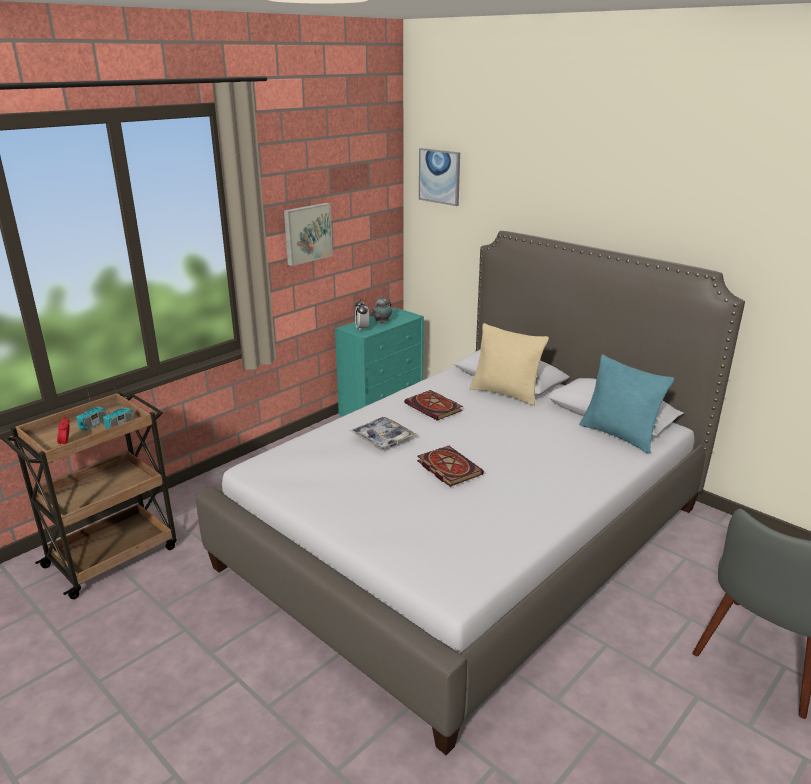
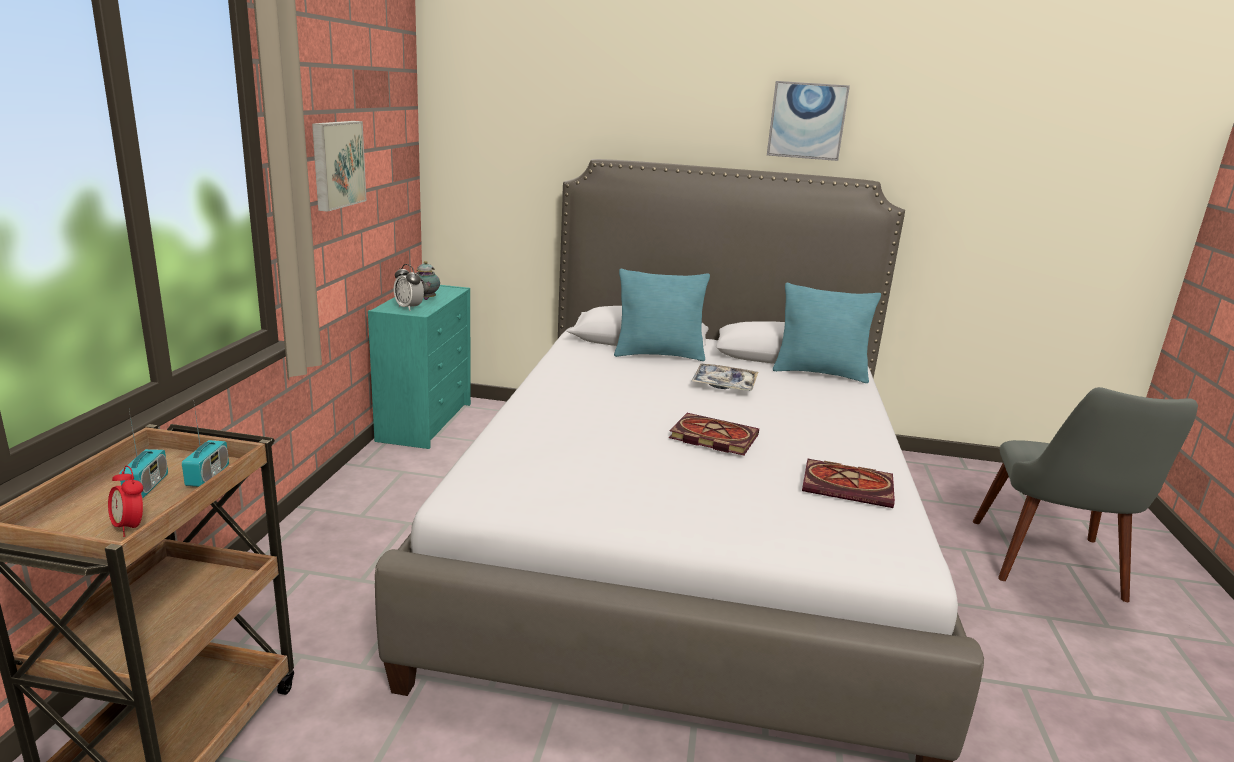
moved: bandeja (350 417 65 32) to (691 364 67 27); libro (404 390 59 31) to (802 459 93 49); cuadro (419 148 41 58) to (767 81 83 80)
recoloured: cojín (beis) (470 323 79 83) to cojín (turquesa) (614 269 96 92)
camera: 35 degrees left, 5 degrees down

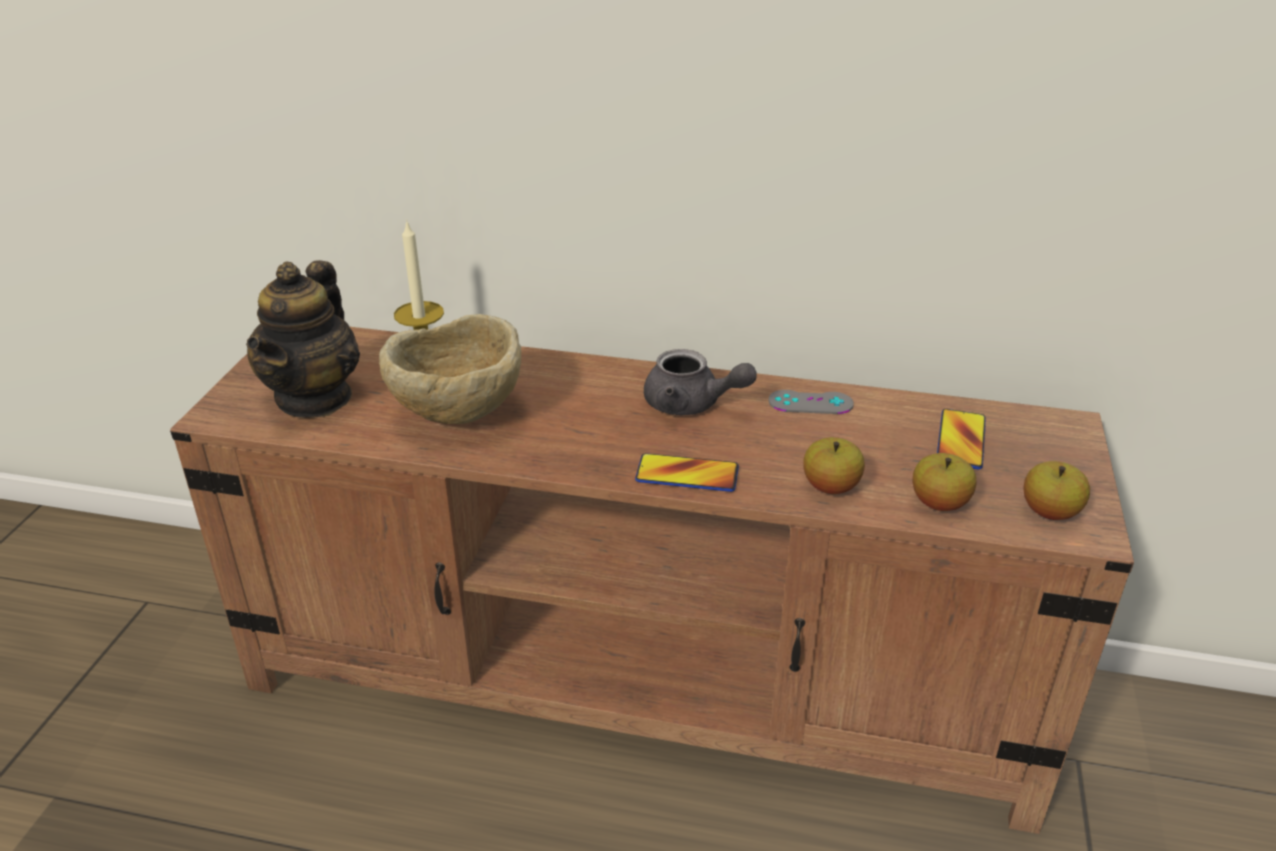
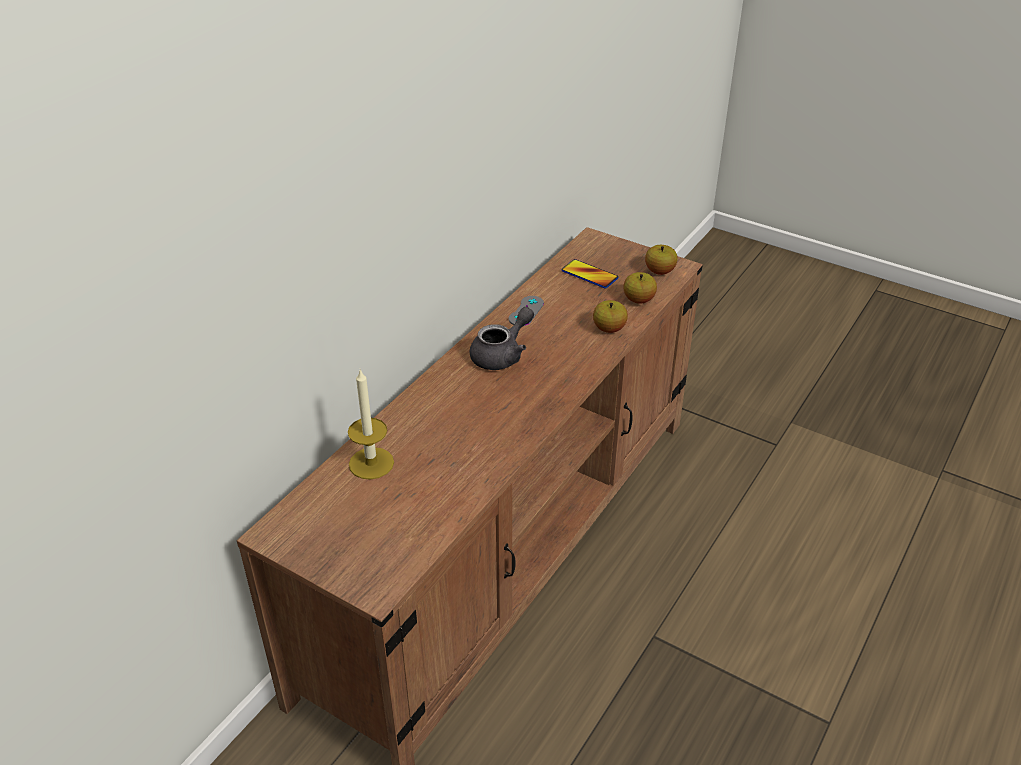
removed: tetera (246 260 114 158); cuenco (beis) (379 314 142 110); móvil (635 453 104 39)
camera: 70 degrees left, 5 degrees up

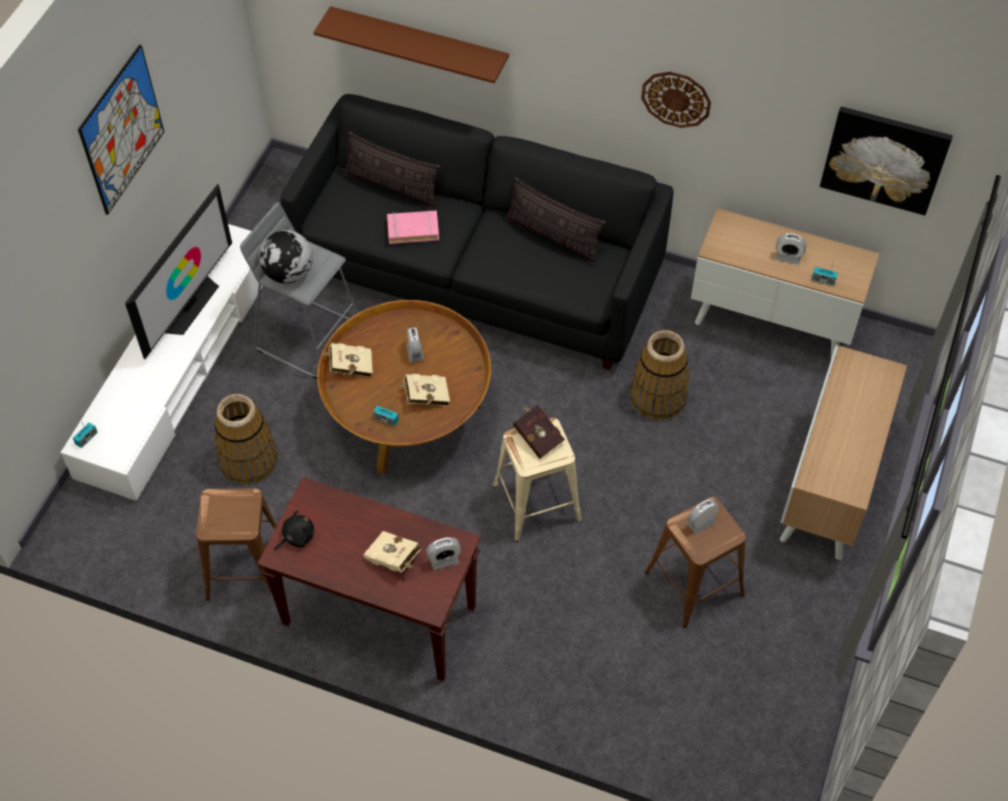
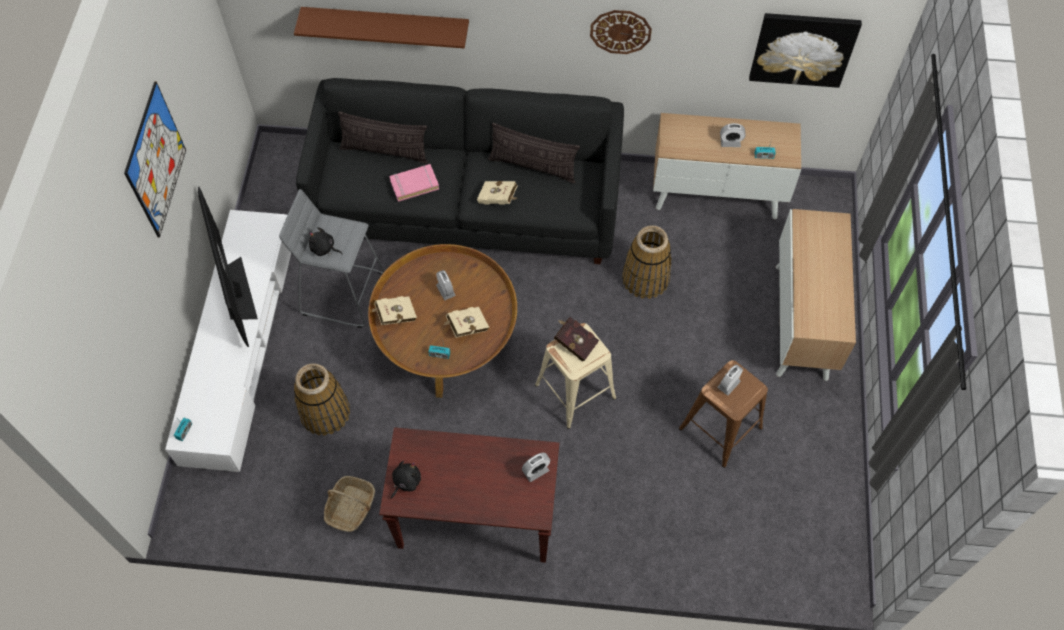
moved: libro (beis) (363 531 58 42) to (477 181 41 24)
replaced: taburete (marrón) (196 489 81 112) to cesta (324 476 51 56); globo terráqueo (259 230 54 53) to peluche (negro) (309 227 33 29)
turned: televisor (125 184 107 175) = (198 187 60 160) 150 degrees clockwise
camera: 15 degrees left, 5 degrees up

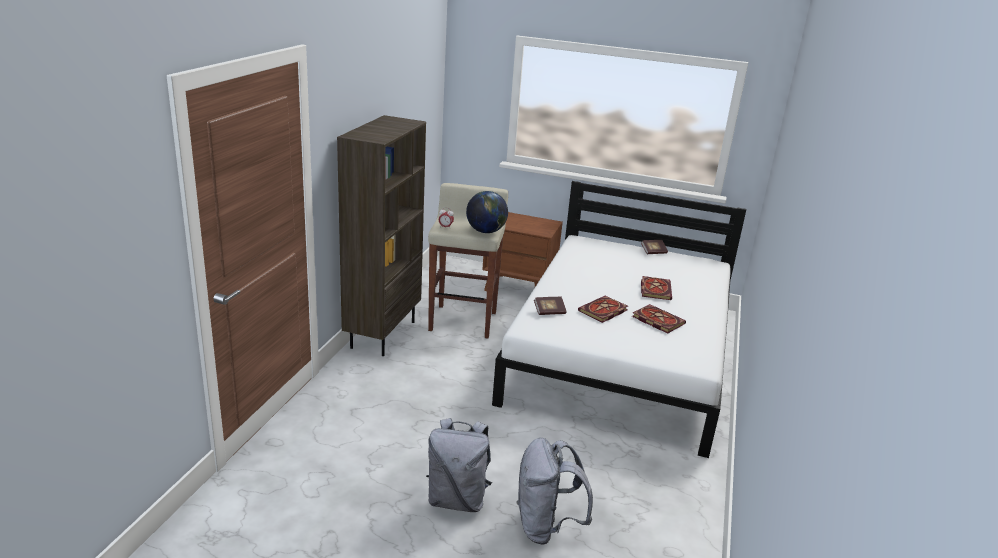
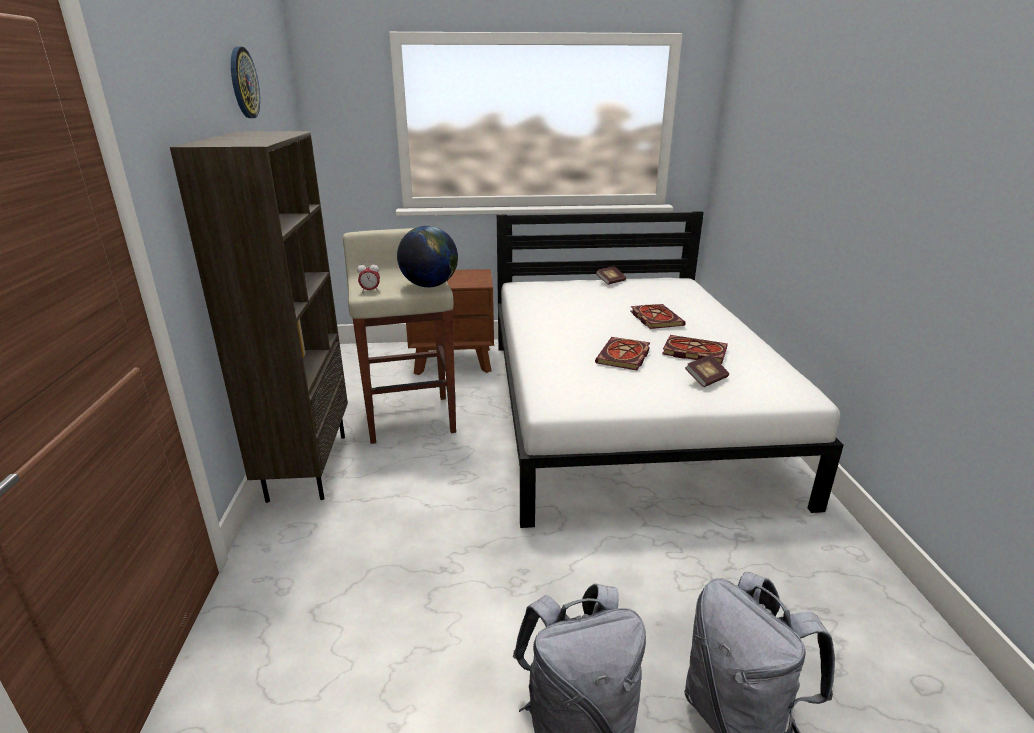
added: reloj de pared (231 47 29 71)
moved: libro (534 297 33 18) to (685 355 44 32)
camera: 20 degrees left, 0 degrees up

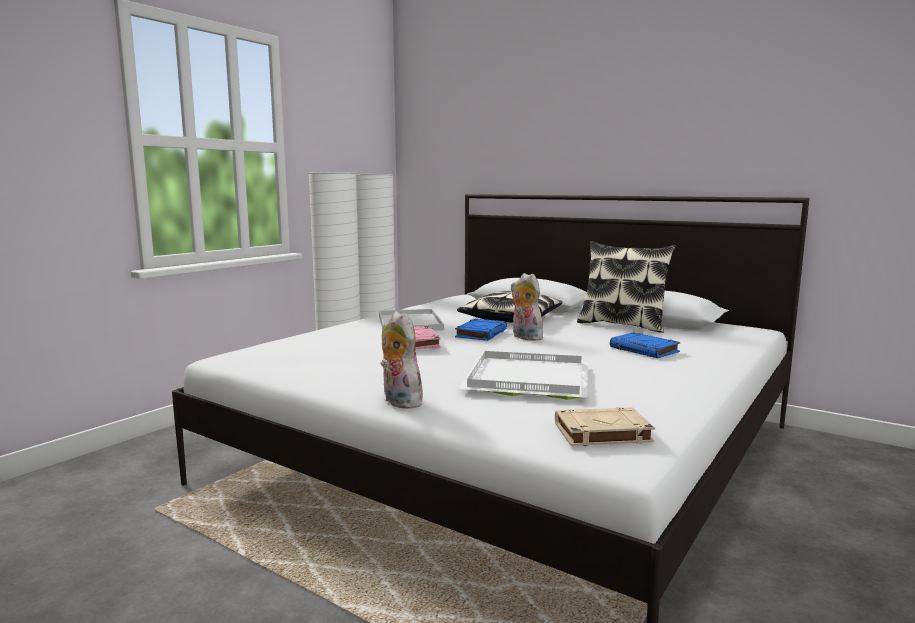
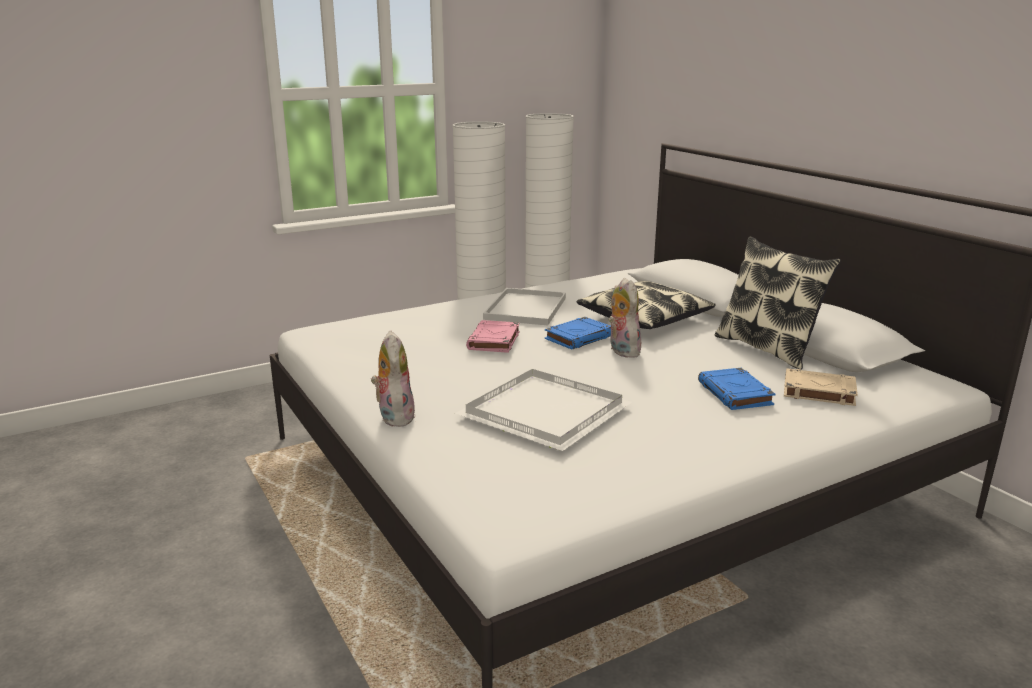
moved: libro (beis) (555 407 100 39) to (784 368 74 38)
camera: 25 degrees right, 10 degrees up

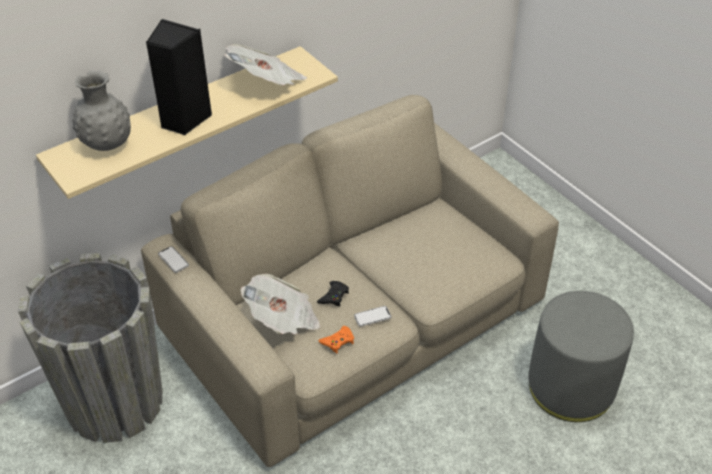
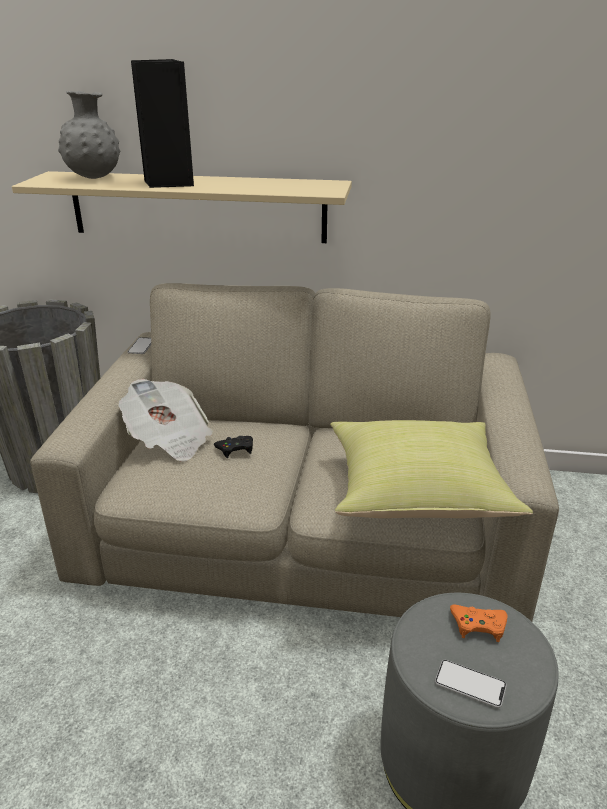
removed: periódico (224 44 83 42)
added: cojín (amarillo) (330 420 203 98)
moved: mando de consola (naranja) (318 326 36 27) to (450 605 58 37); móvil (354 306 38 21) to (435 660 72 48)
camera: 45 degrees right, 15 degrees down

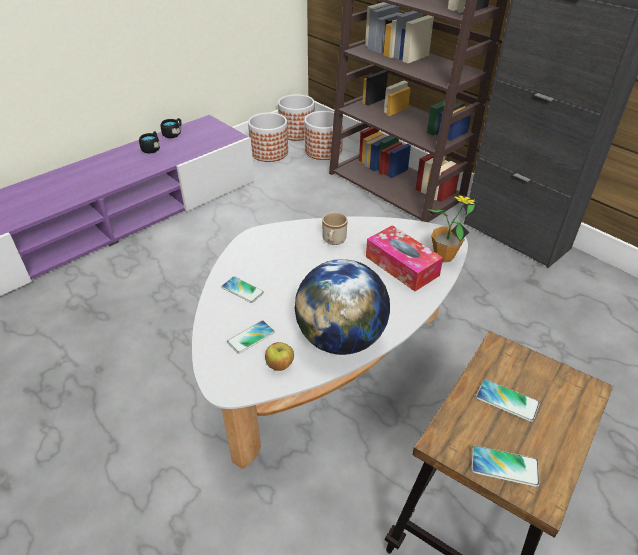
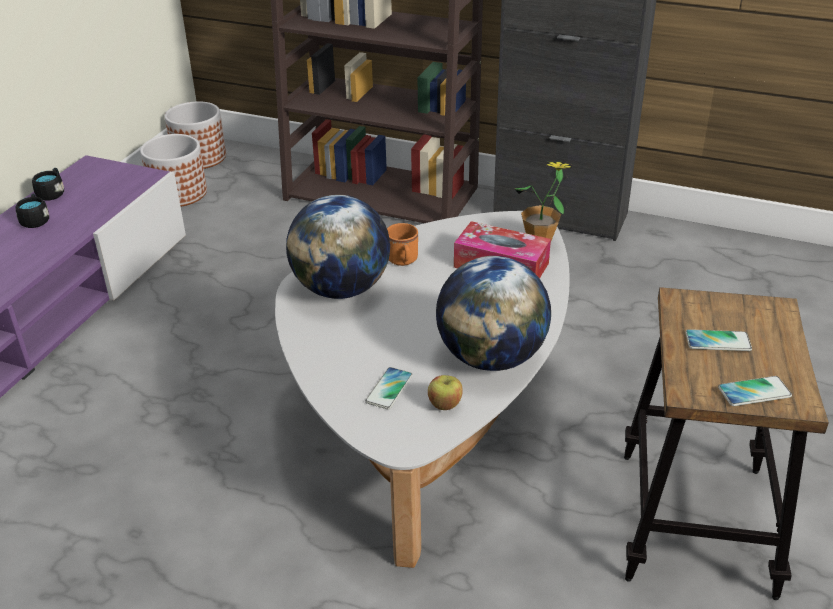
removed: móvil (222 276 42 27); maceta (304 111 39 49)
added: globo terráqueo (286 195 104 104)
recoloured: taza grande (beis) (322 212 26 33) to taza grande (naranja) (387 223 31 43)
camera: 25 degrees left, 5 degrees down

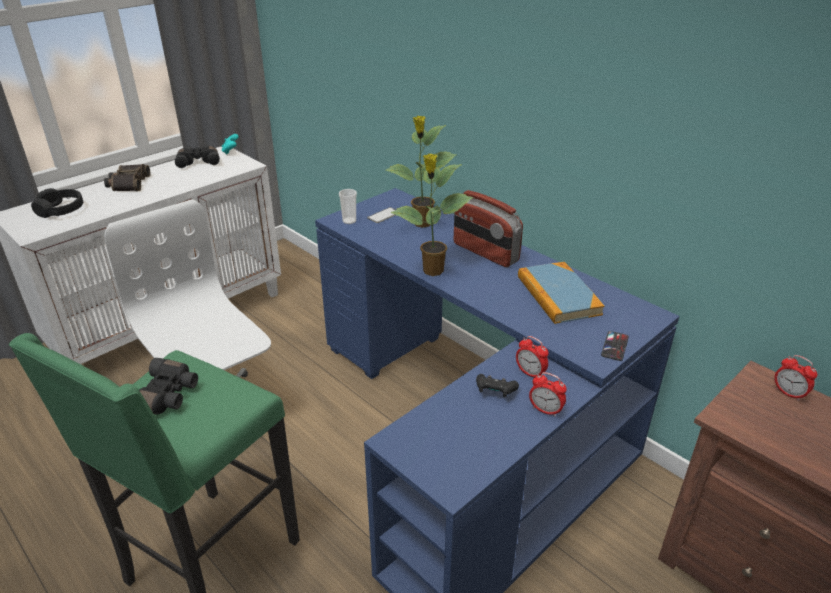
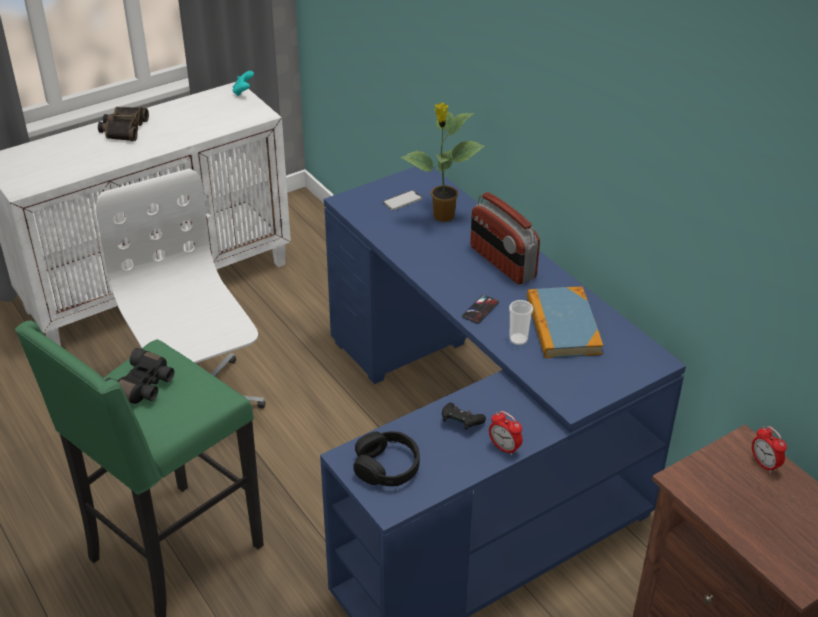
removed: prismáticos (negro) (175 145 45 23); planta en maceta (390 153 83 123); despertador (516 336 32 41)
moved: auriculares (negro) (31 188 52 30) to (353 431 67 55); taza (339 189 18 35) to (509 300 24 45); móvil (601 331 28 30) to (462 295 37 29)
camera: 10 degrees right, 5 degrees up

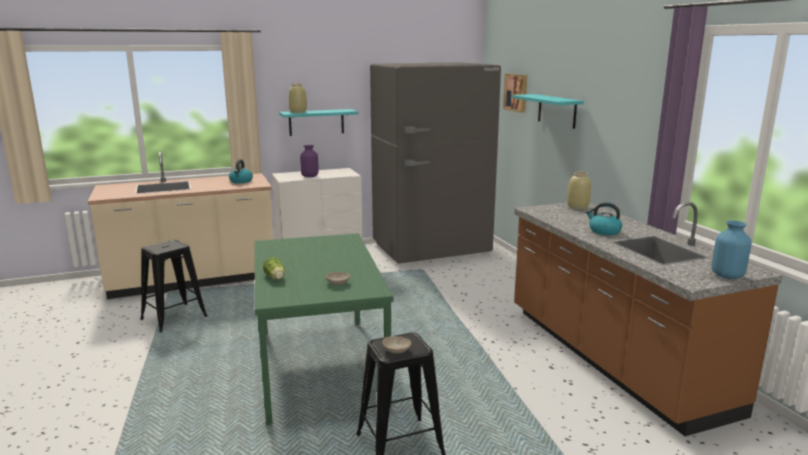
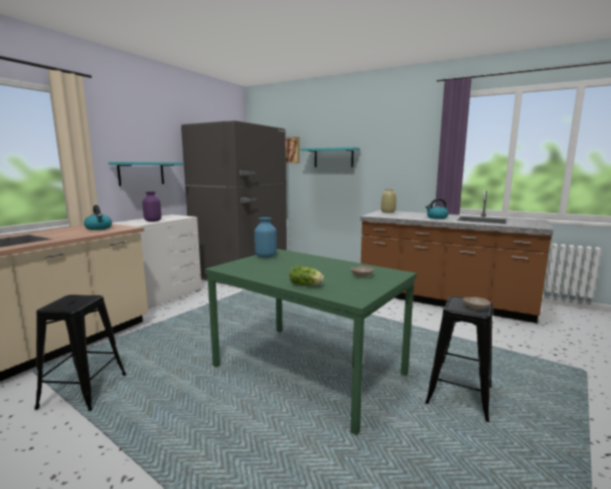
removed: florero (beis) (289 84 18 29)
moved: florero (azul) (712 220 40 59) to (254 217 23 41)
camera: 40 degrees left, 5 degrees down

